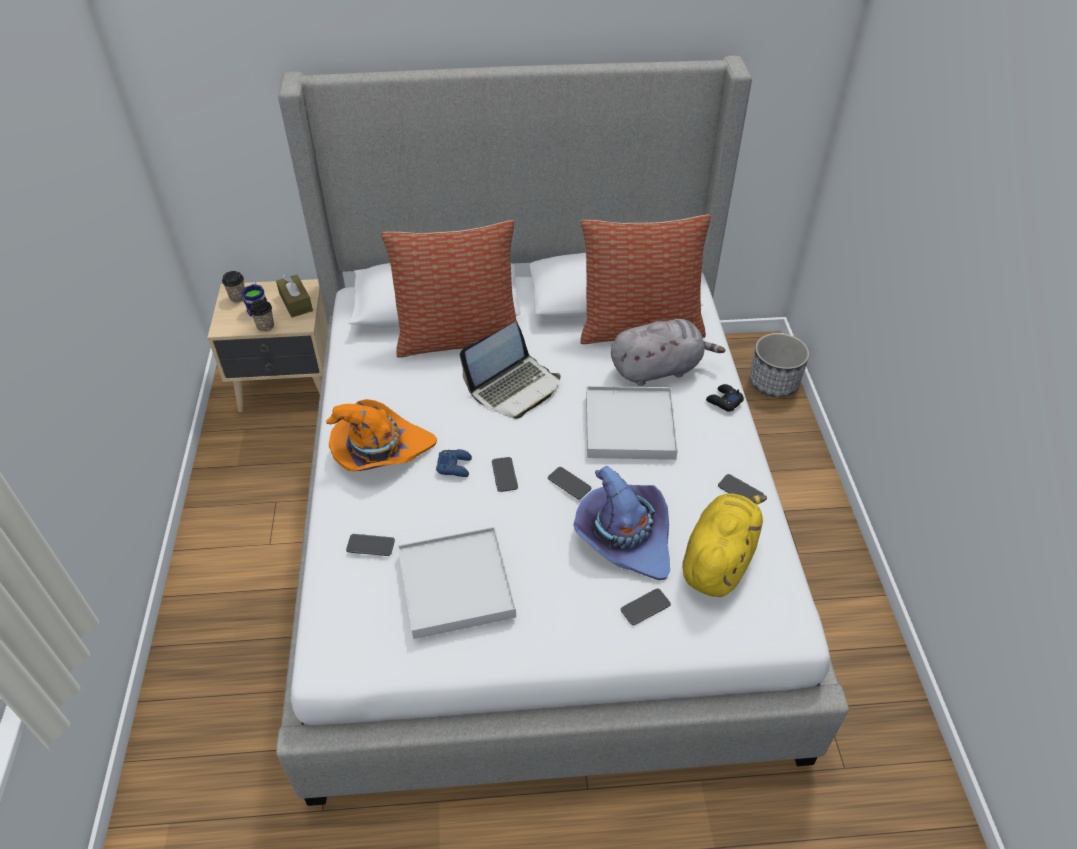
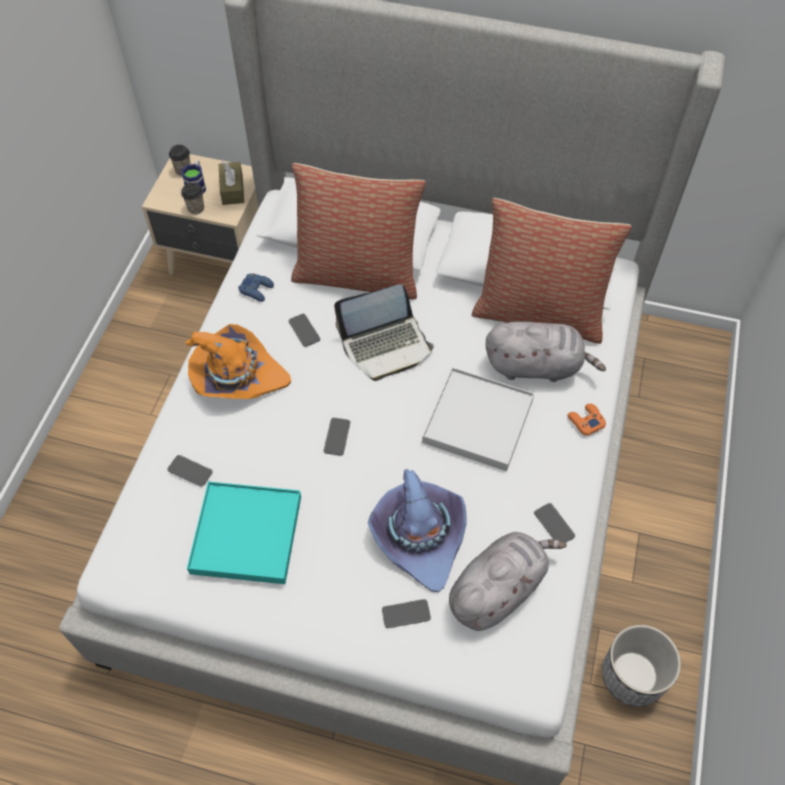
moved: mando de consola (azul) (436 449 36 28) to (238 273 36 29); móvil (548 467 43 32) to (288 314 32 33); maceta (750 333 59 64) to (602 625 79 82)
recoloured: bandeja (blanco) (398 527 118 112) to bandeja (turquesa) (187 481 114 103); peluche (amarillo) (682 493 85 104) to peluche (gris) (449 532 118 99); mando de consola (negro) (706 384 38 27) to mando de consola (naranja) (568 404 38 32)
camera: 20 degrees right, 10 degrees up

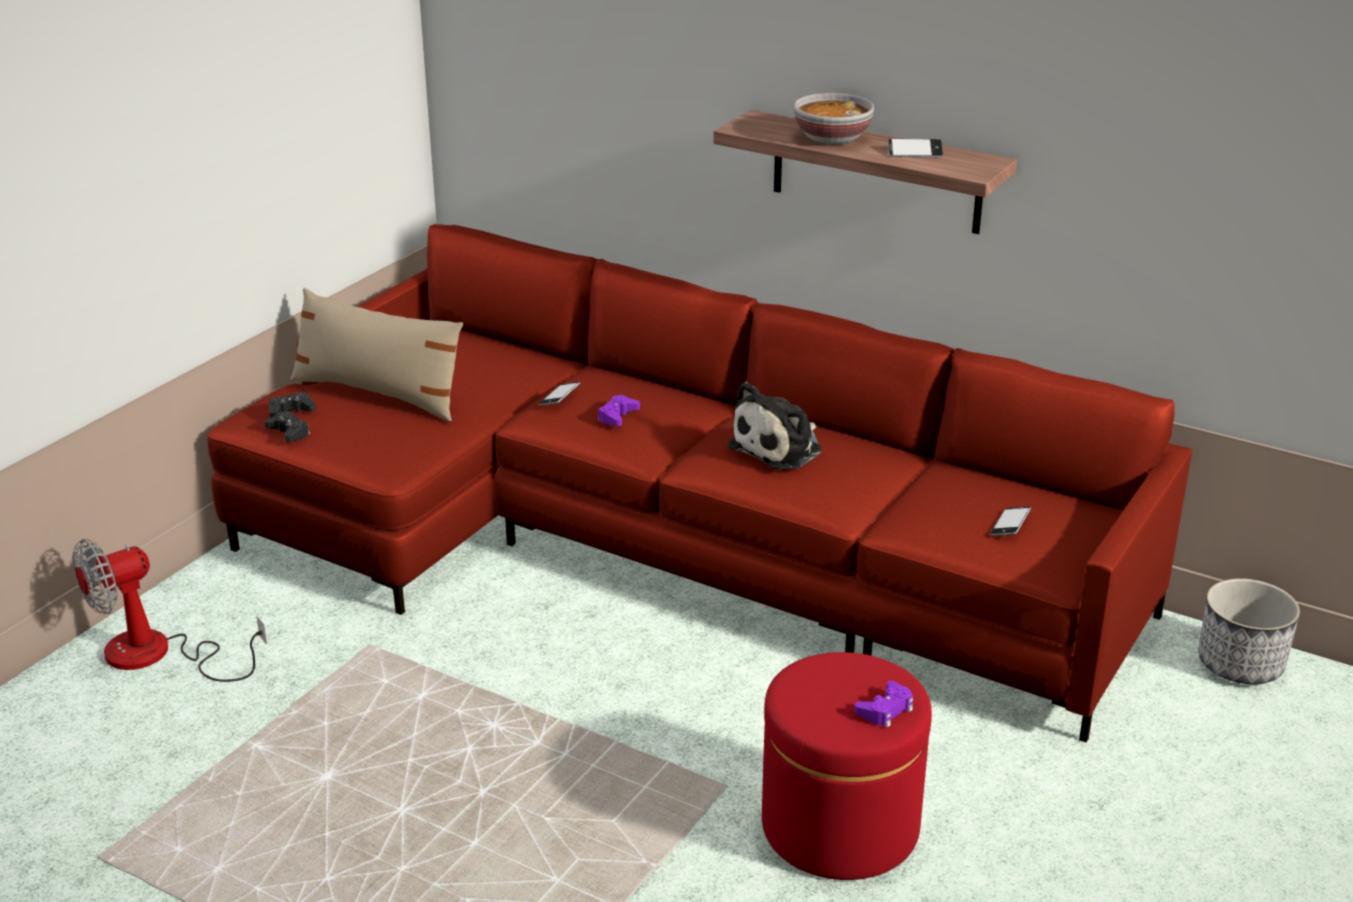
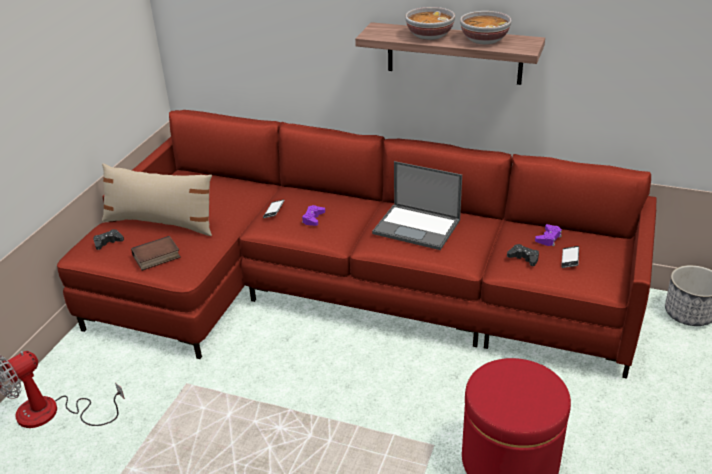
added: libro (131 236 50 35)
moved: mando de consola (negro) (265 411 45 31) to (507 244 32 22); mando de consola (morado) (855 681 58 46) to (535 224 27 22)
replaced: peluche (728 381 94 89) to portátil (372 161 90 89); móvil (888 139 55 19) to cuenco (460 11 51 33)
camera: 10 degrees left, 5 degrees up

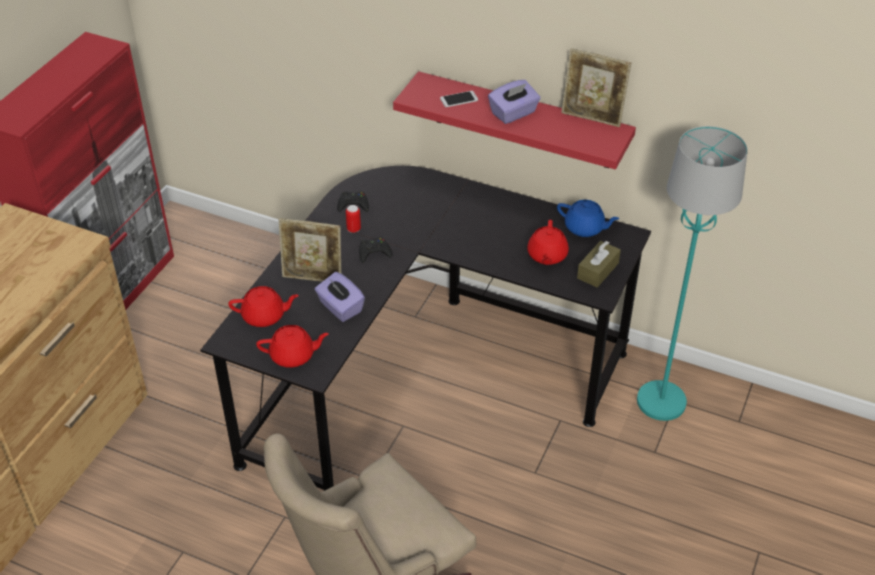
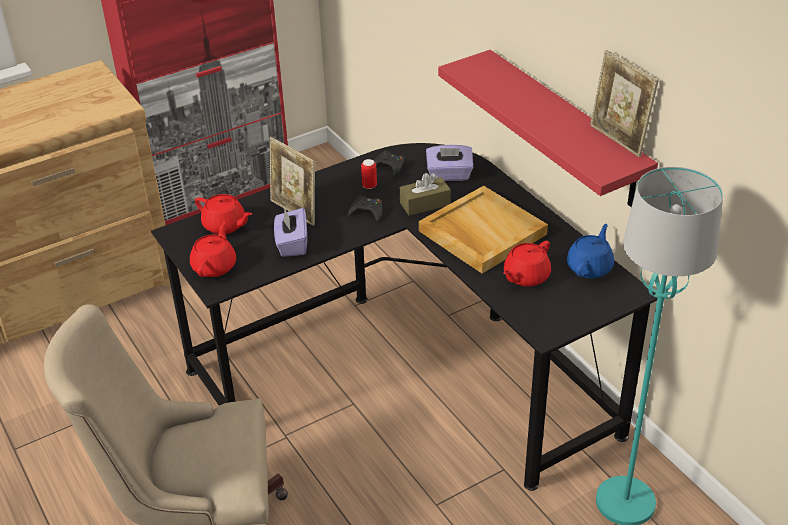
removed: móvil (440 91 38 16)
added: bandeja (beis) (419 186 129 88)
moved: caja de pañuelos (morado) (488 80 53 44) to (426 145 47 36); caja de pañuelos (marrón) (577 241 44 47) to (400 173 51 43)
turned: tetera (rojo) (256 325 73 42) = (190 221 46 56) 105 degrees counterclockwise; tetera (azul) (557 200 63 37) = (567 224 47 54) 120 degrees counterclockwise
camera: 35 degrees right, 5 degrees down

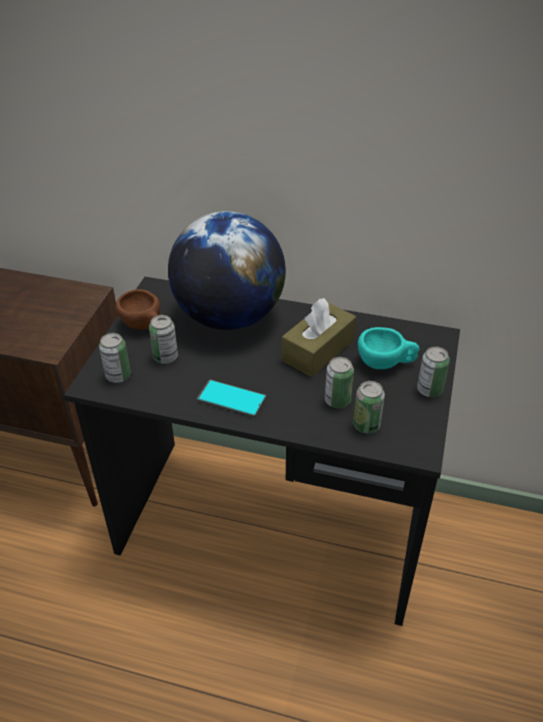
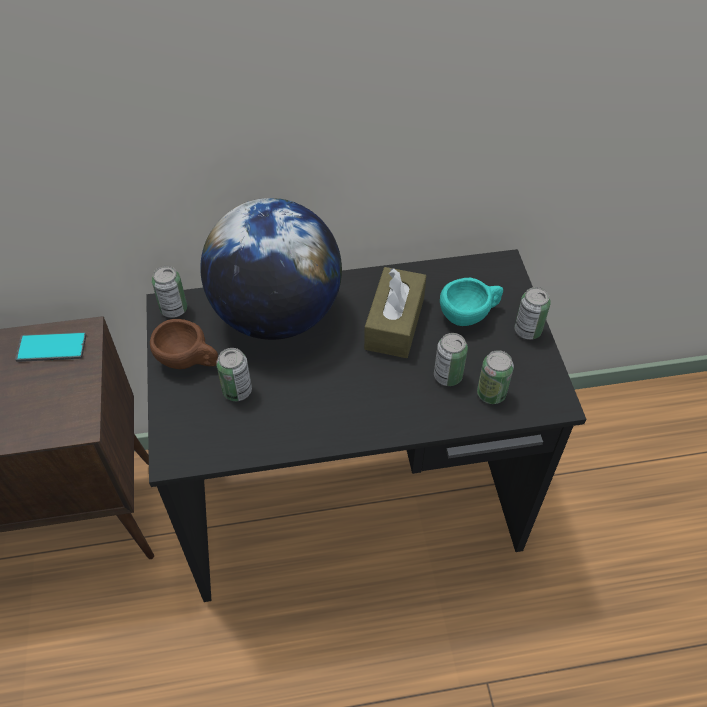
moved: lata (99 333 32 50) to (152 266 35 52); móvil (197 379 69 39) to (15 332 71 30)
camera: 25 degrees left, 10 degrees up

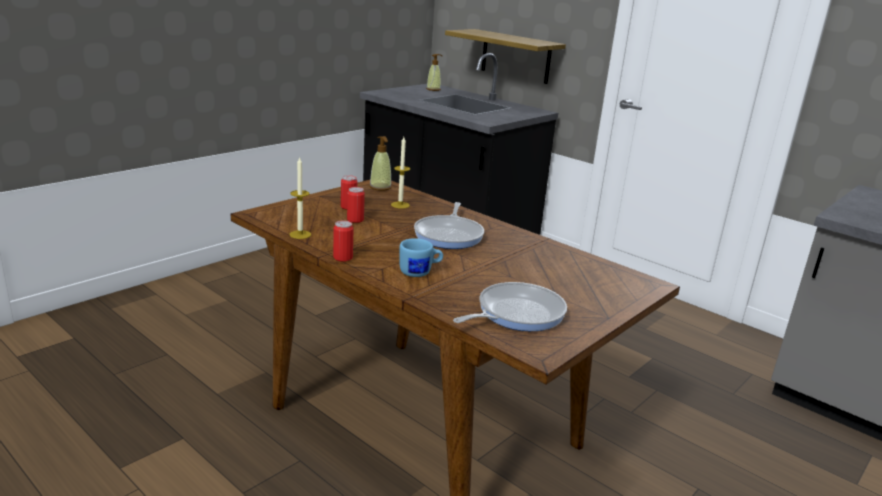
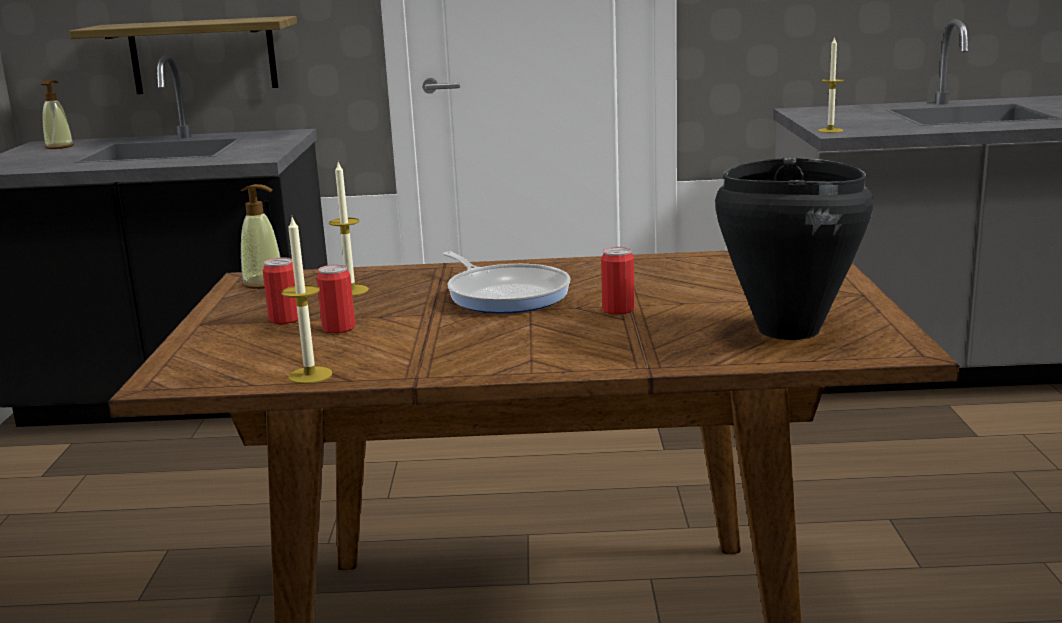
removed: taza grande (azul) (400 238 43 39)
added: vela (818 36 26 97)
moved: lata (333 220 21 42) to (601 247 34 68)
replaced: sartén (453 282 114 49) to olla (negro) (715 158 158 182)
camera: 40 degrees left, 5 degrees down

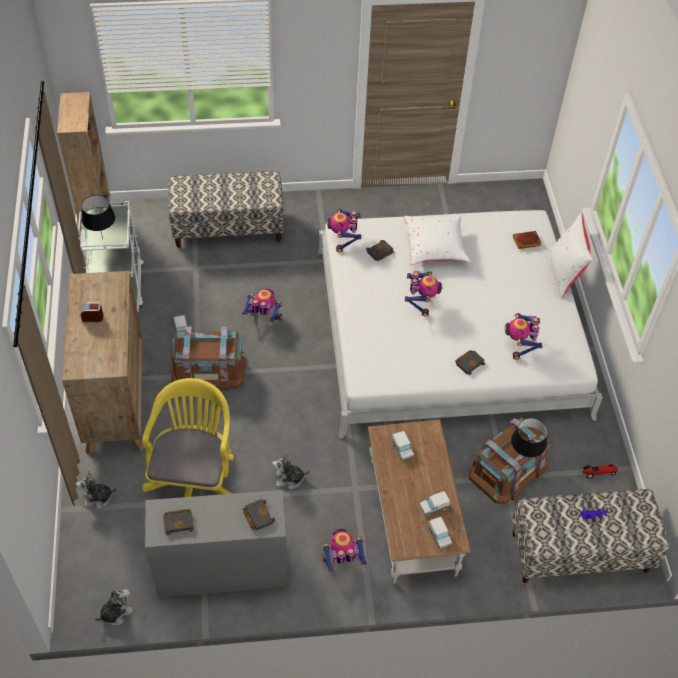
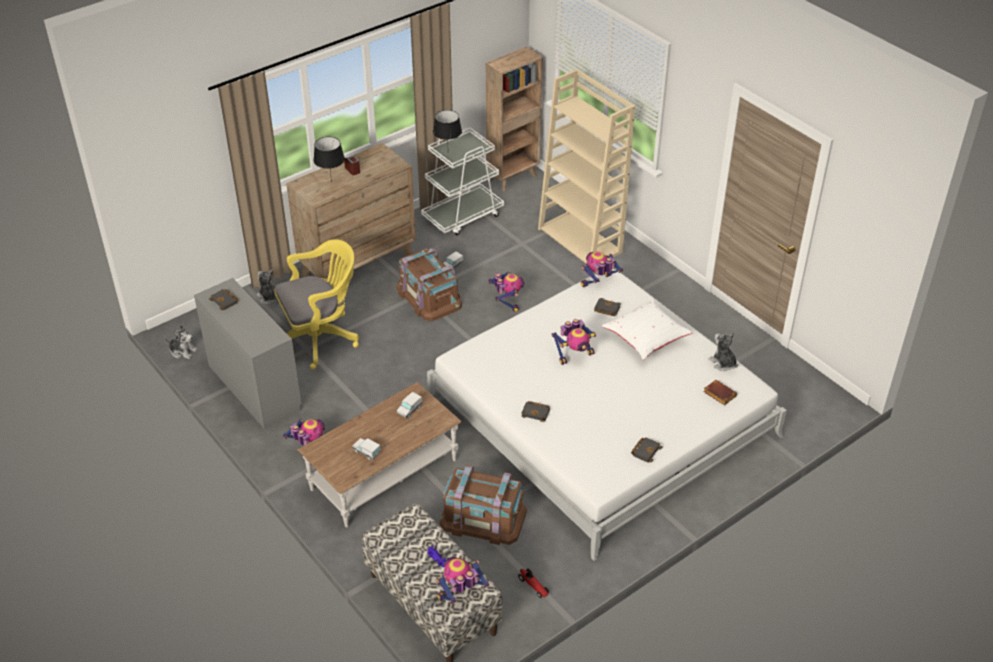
removed: camión de juguete (428 517 24 32); cojín (blanco) (550 213 44 86)
moved: libro (negro) (242 499 33 32) to (631 437 31 26); peluche (272 451 38 38) to (708 333 31 38); robot de juguete (504 313 38 47) to (435 557 54 47); lámpara de mesa (negro) (511 418 37 39) to (313 137 32 46)
replaced: banco (168 171 116 77) to estantería (beis) (538 69 97 195)
camera: 60 degrees right, 10 degrees down

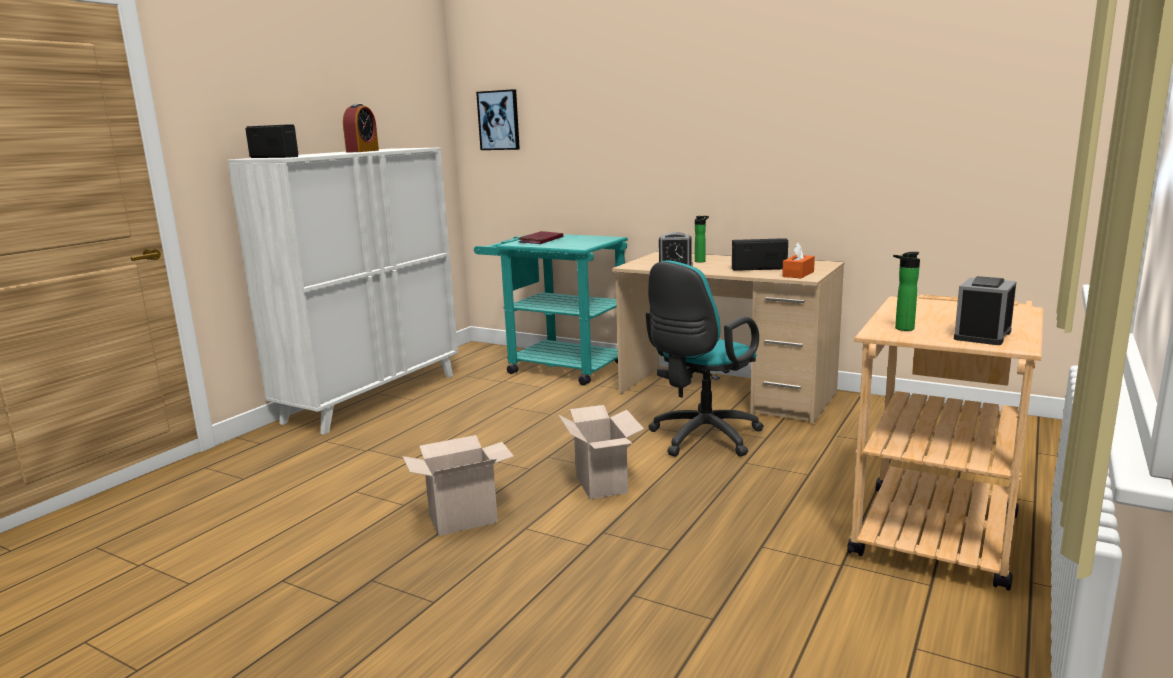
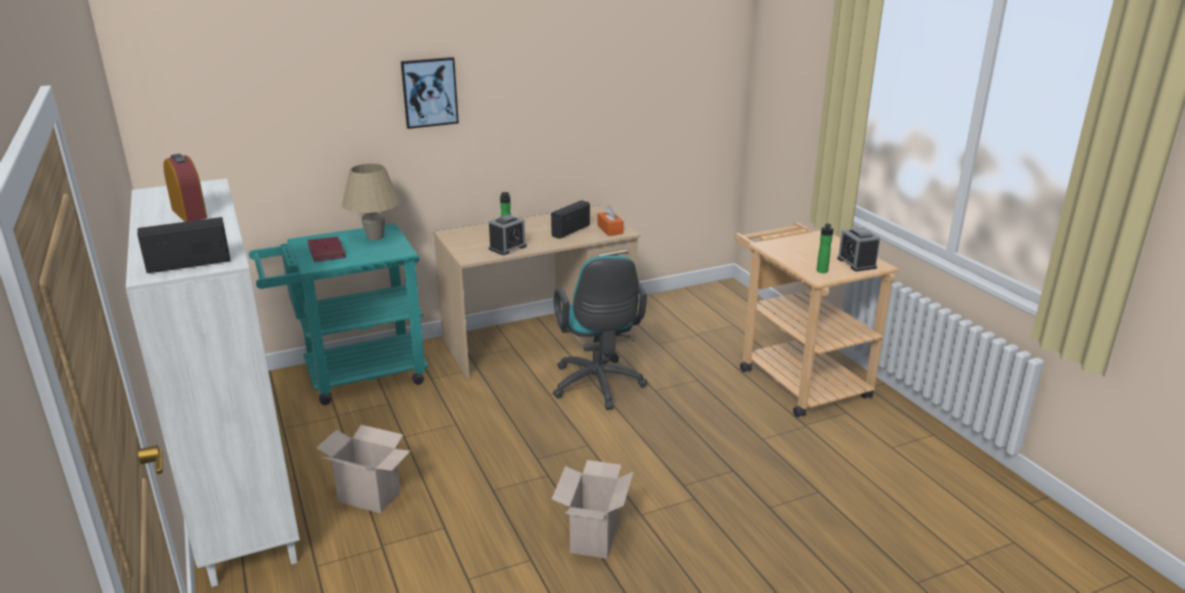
added: lámpara de mesa (beis) (342 163 59 77)
moved: cuadro (476 89 44 61) to (401 57 58 72); caja de cartón (558 405 86 94) to (316 425 94 88)
camera: 55 degrees left, 10 degrees up

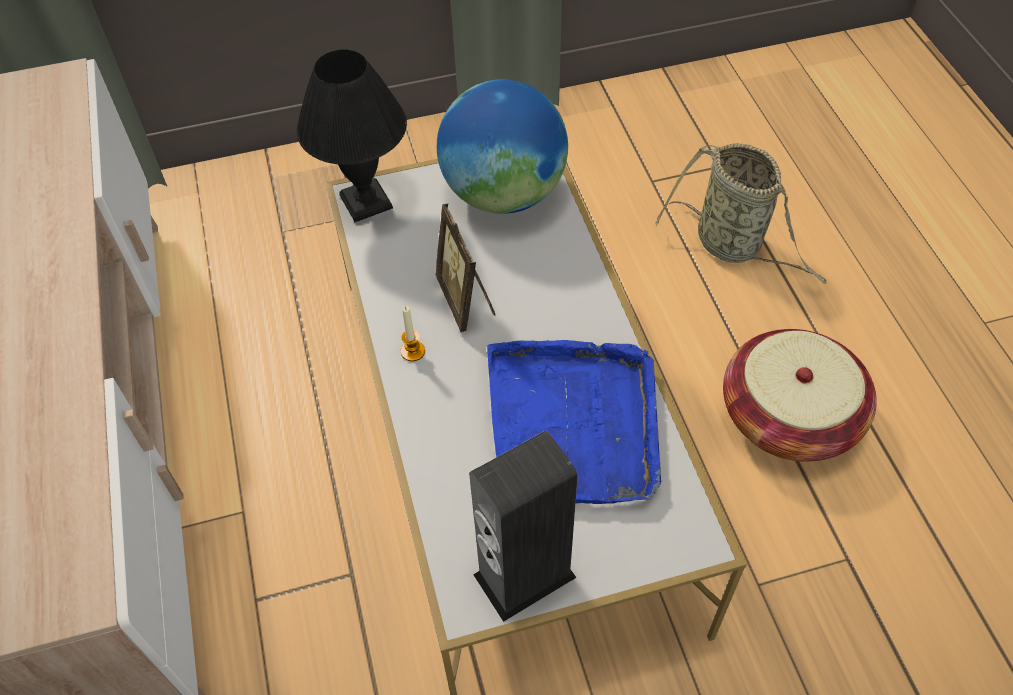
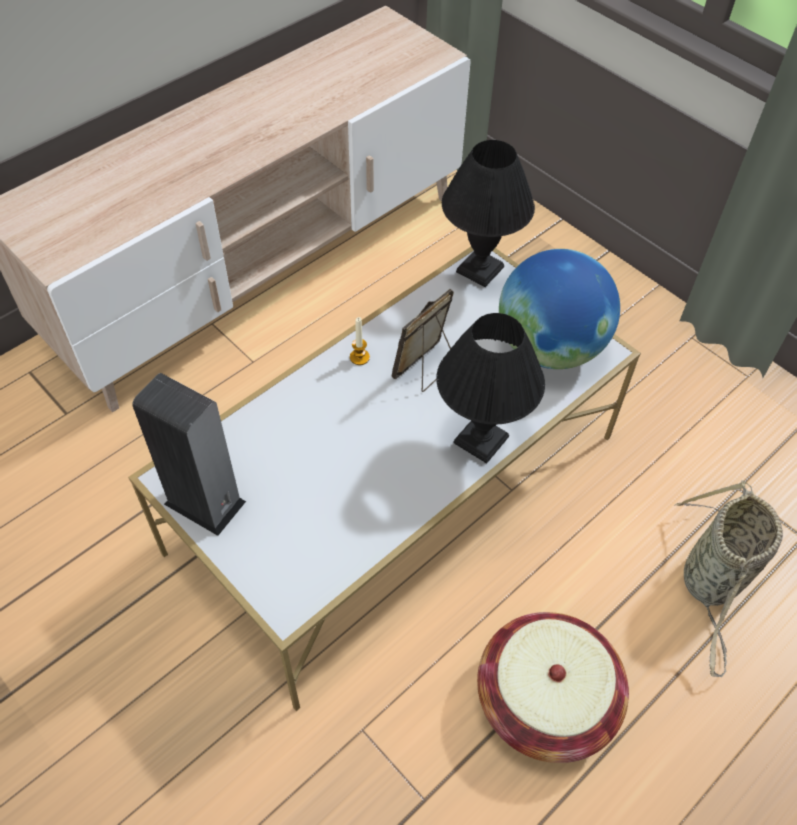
removed: bandeja (azul) (487 340 174 164)
added: lámpara de mesa (negro) (436 313 109 151)
camera: 60 degrees right, 0 degrees up

